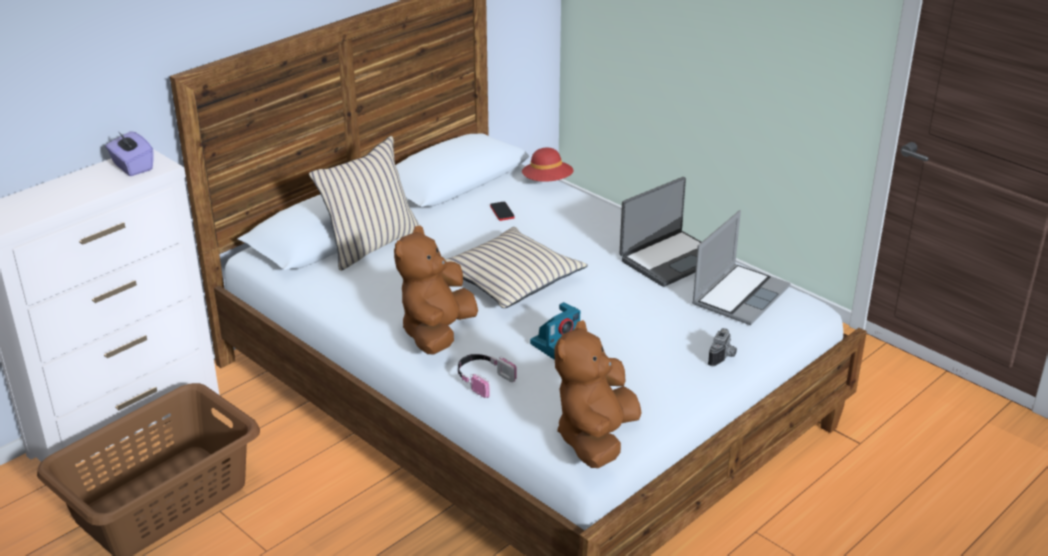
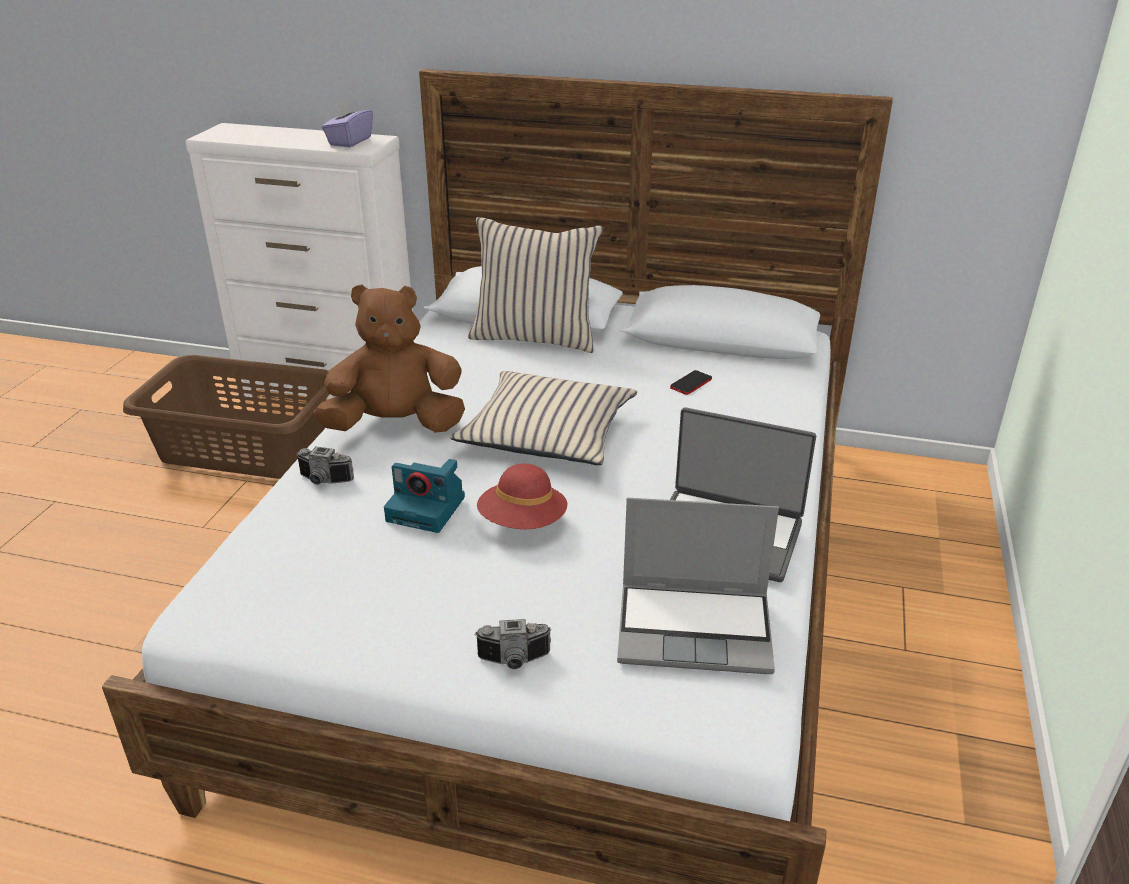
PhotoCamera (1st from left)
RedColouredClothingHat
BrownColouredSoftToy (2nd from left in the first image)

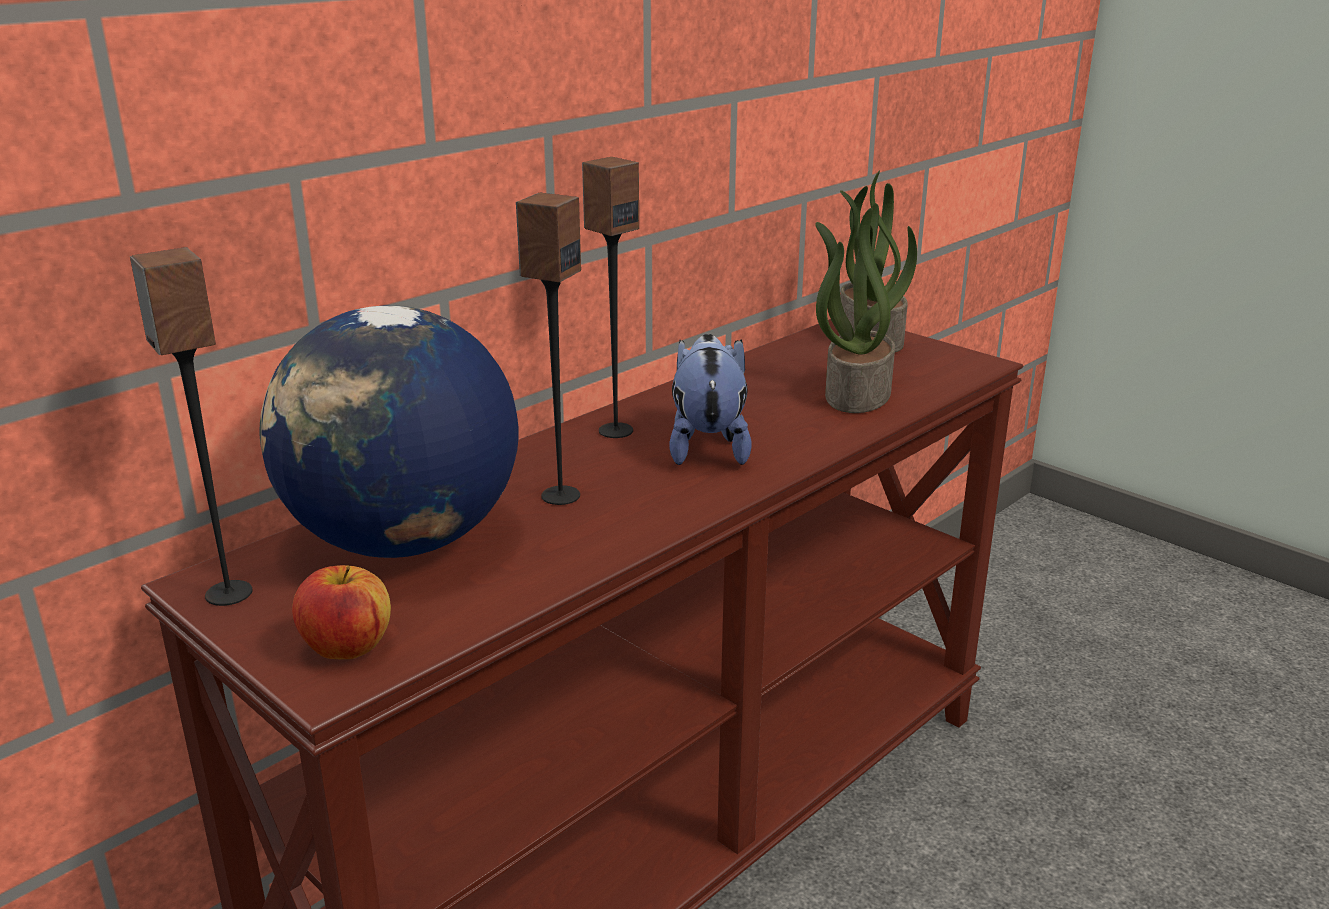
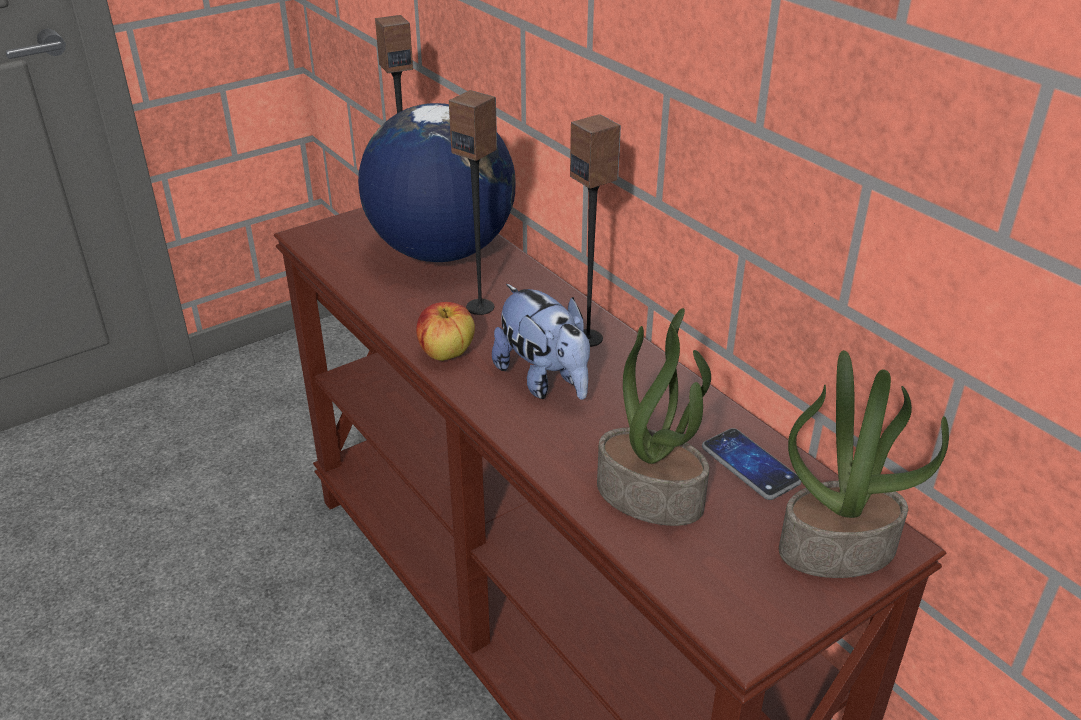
Apple
SoftToy
Handset

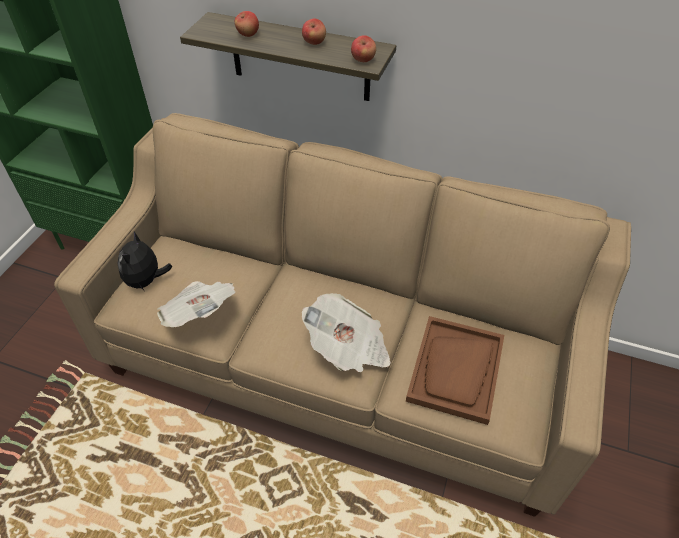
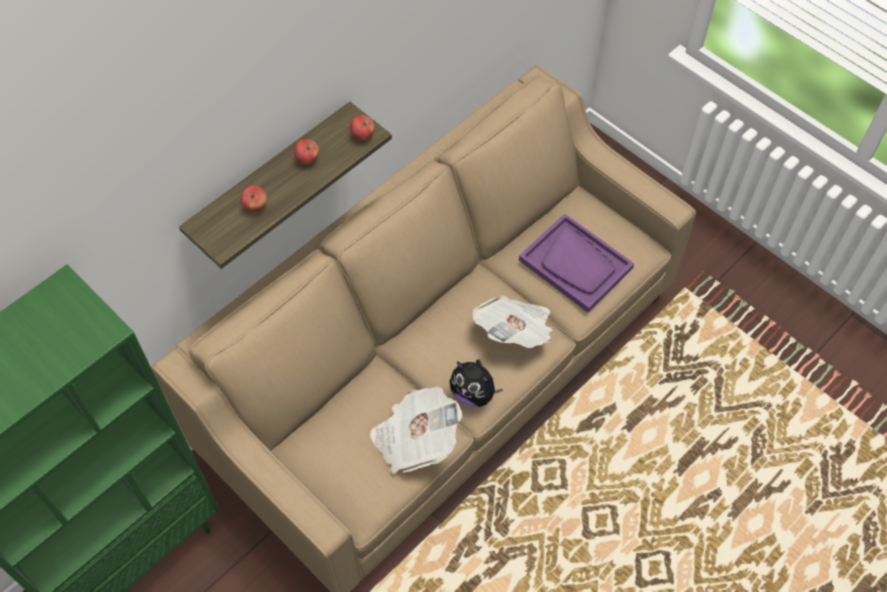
SoftToy
PurpleColouredServingTray

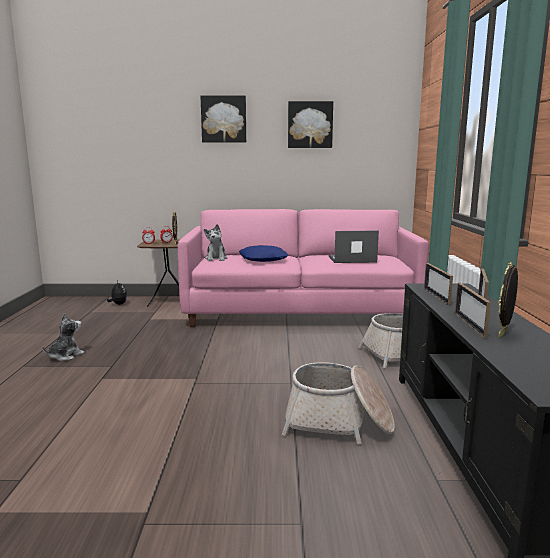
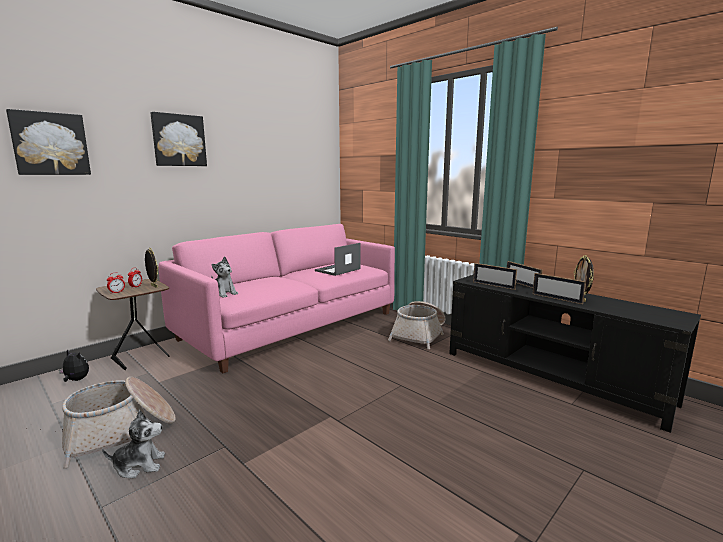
WallArt (1st from left)
StorageBasket (1st from left)
SoftToy (2nd from left)
BlueColouredThrowPillow

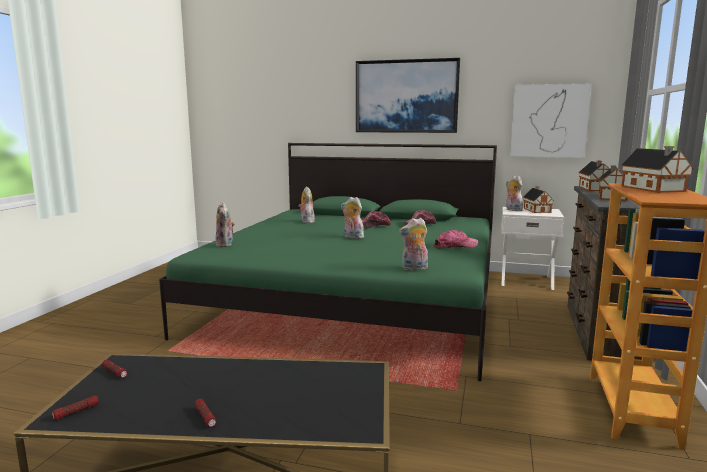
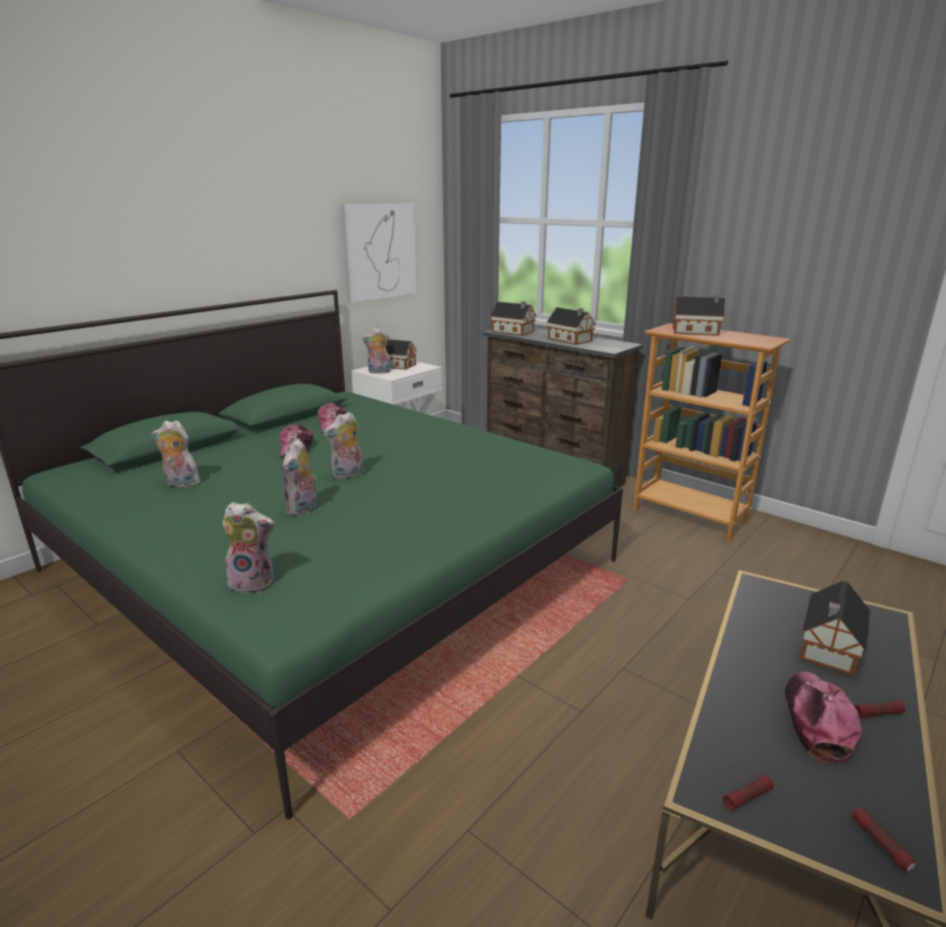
SoftToy (3rd from left)
Cap (3rd from left)
MiniatureHouse (5th from left)
WallArt (1st from left in the first image)

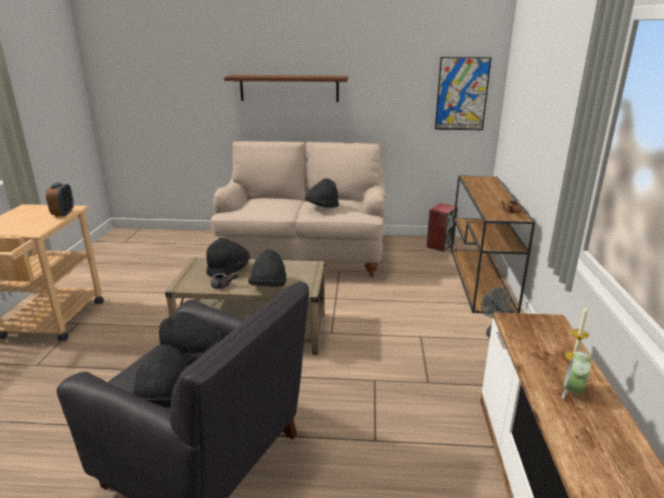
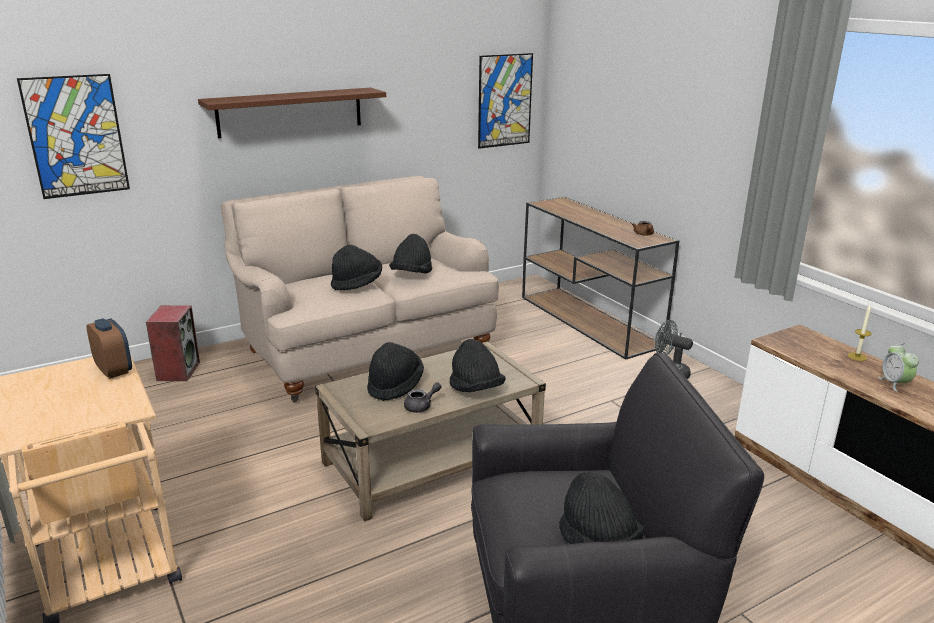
WallArt (1st from left)
Speaker
BlackColouredClothingHat (1st from left)

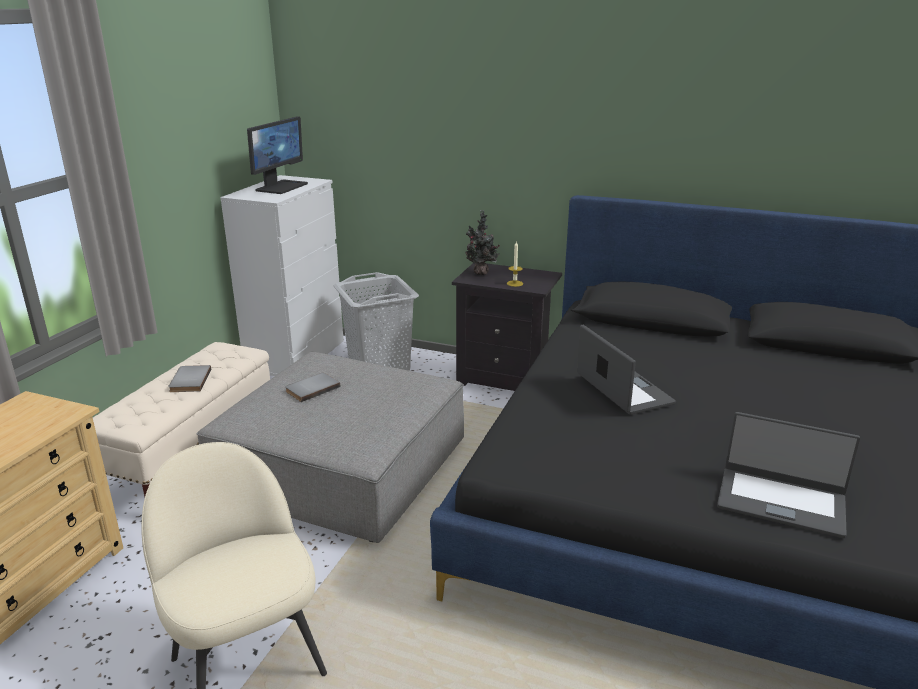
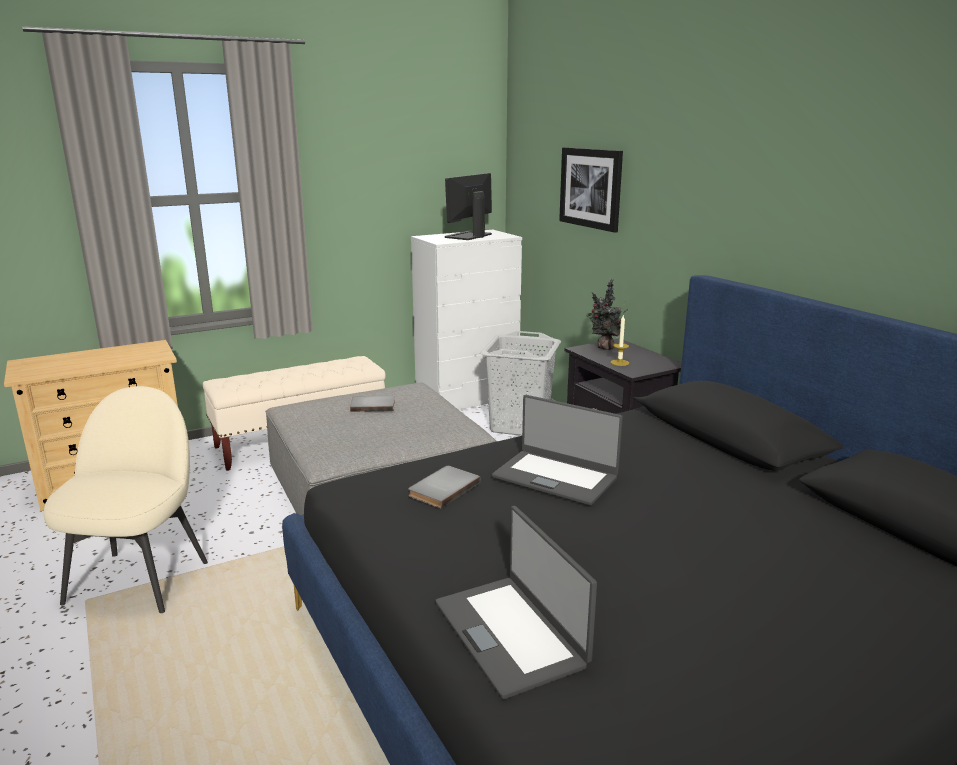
GreyishVolume (2nd from left)
ComputerScreen
NotebookComputer (2nd from left)
WallArt

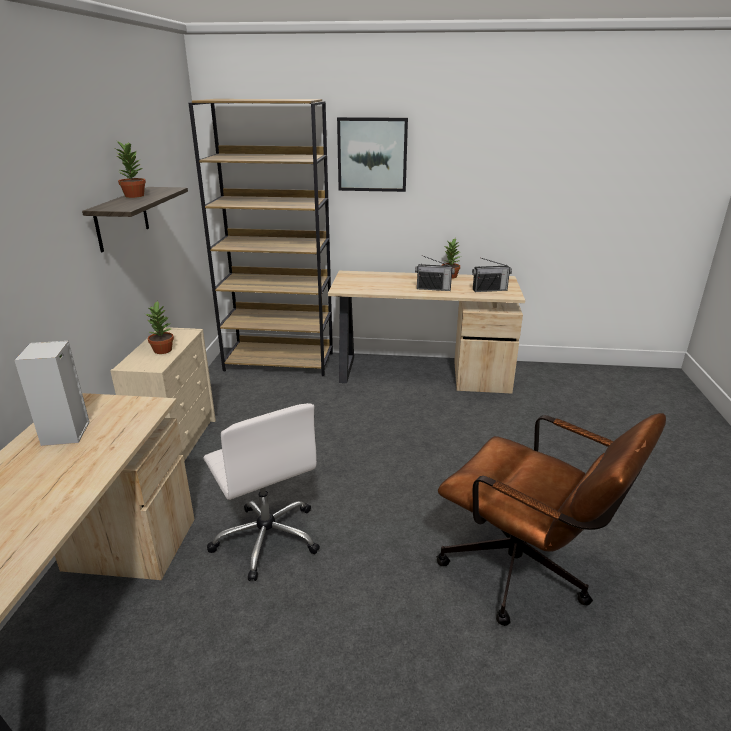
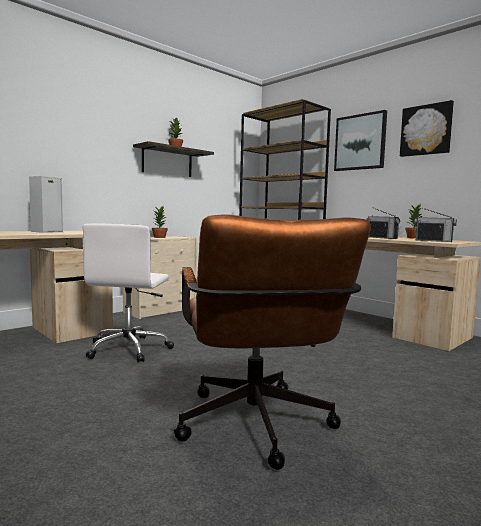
WallArt (2nd from left)

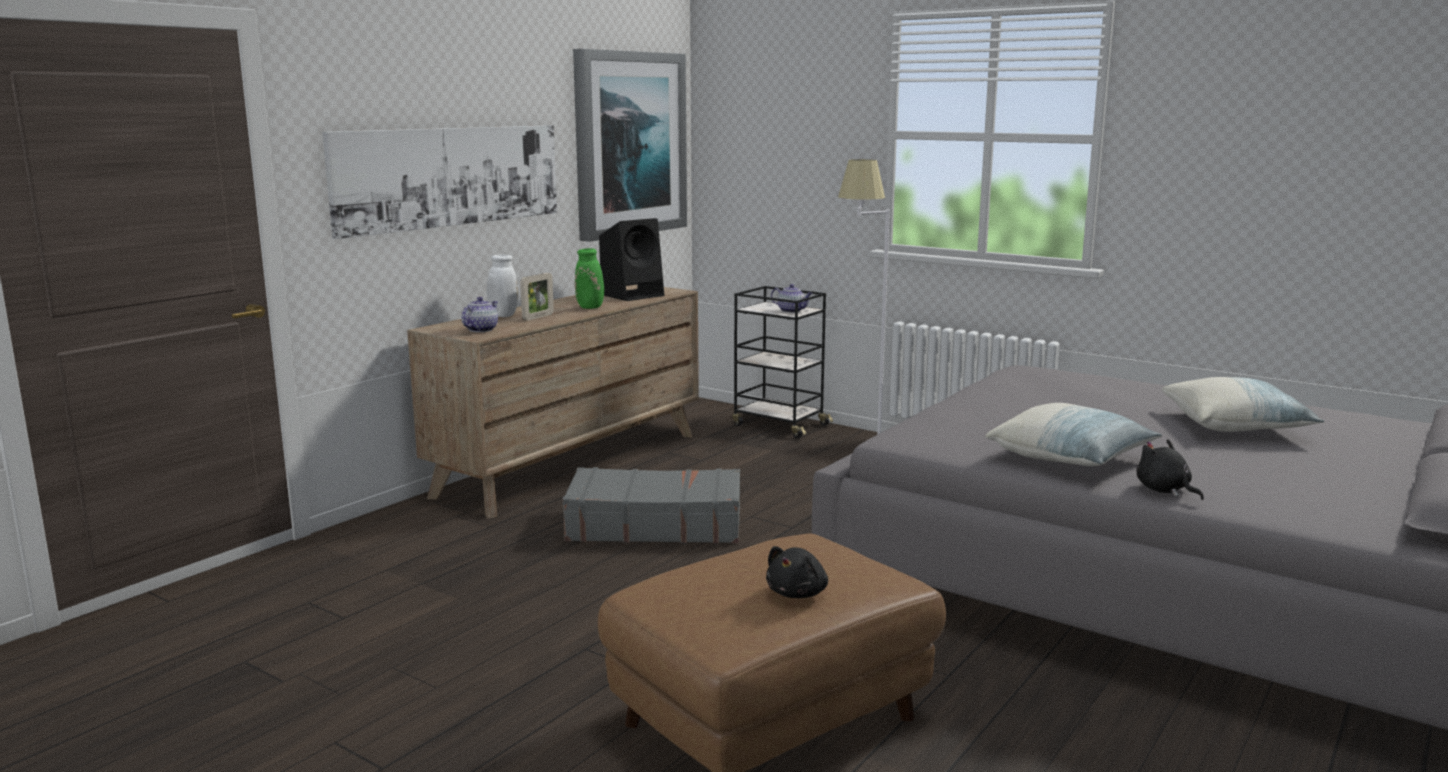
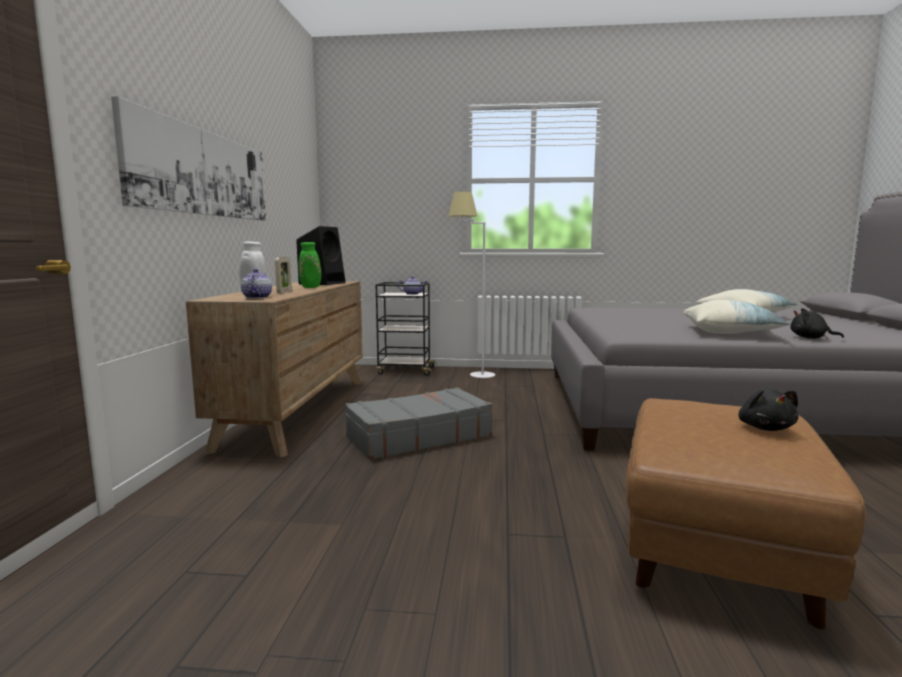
WallArt (2nd from left in the first image)

